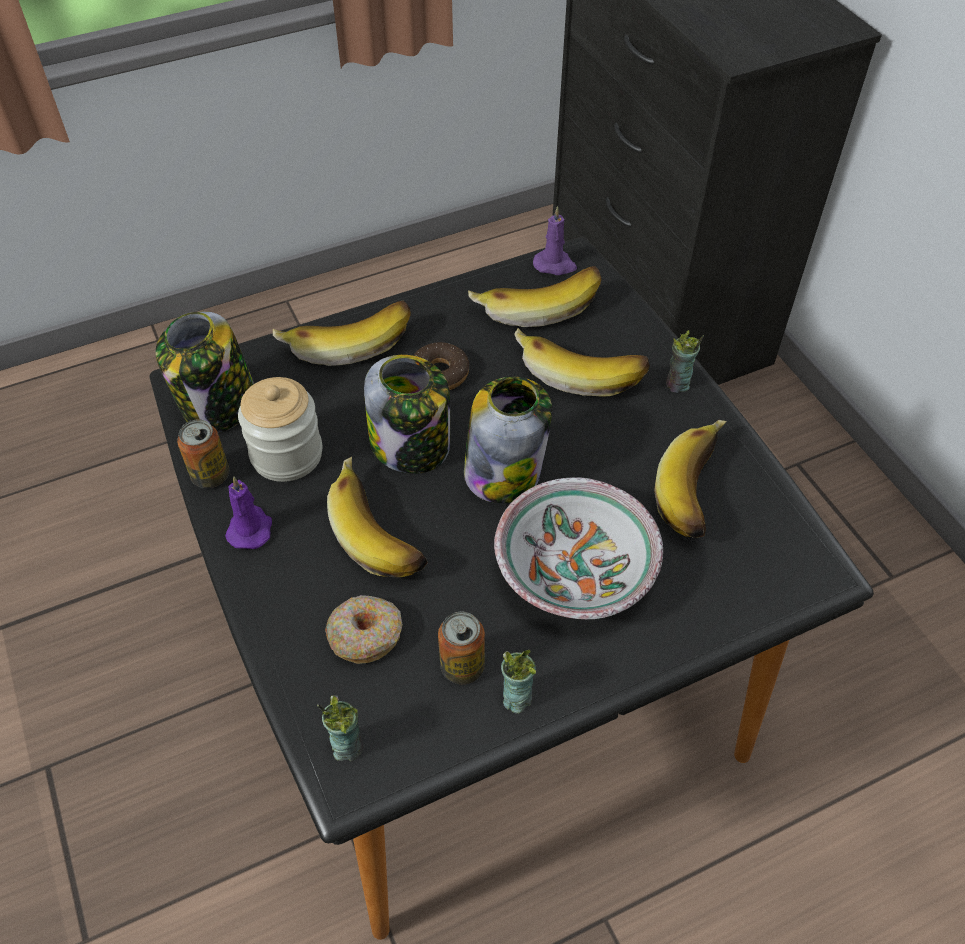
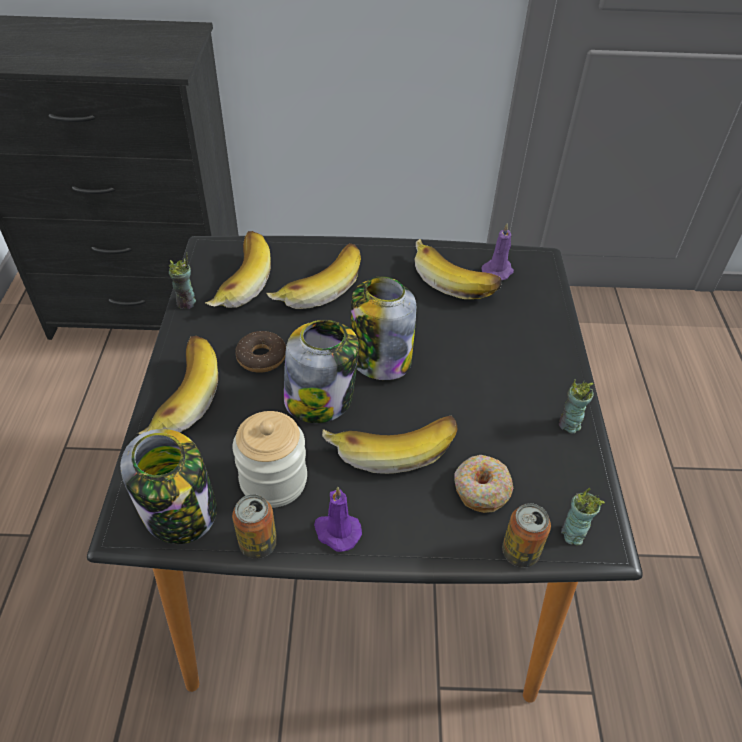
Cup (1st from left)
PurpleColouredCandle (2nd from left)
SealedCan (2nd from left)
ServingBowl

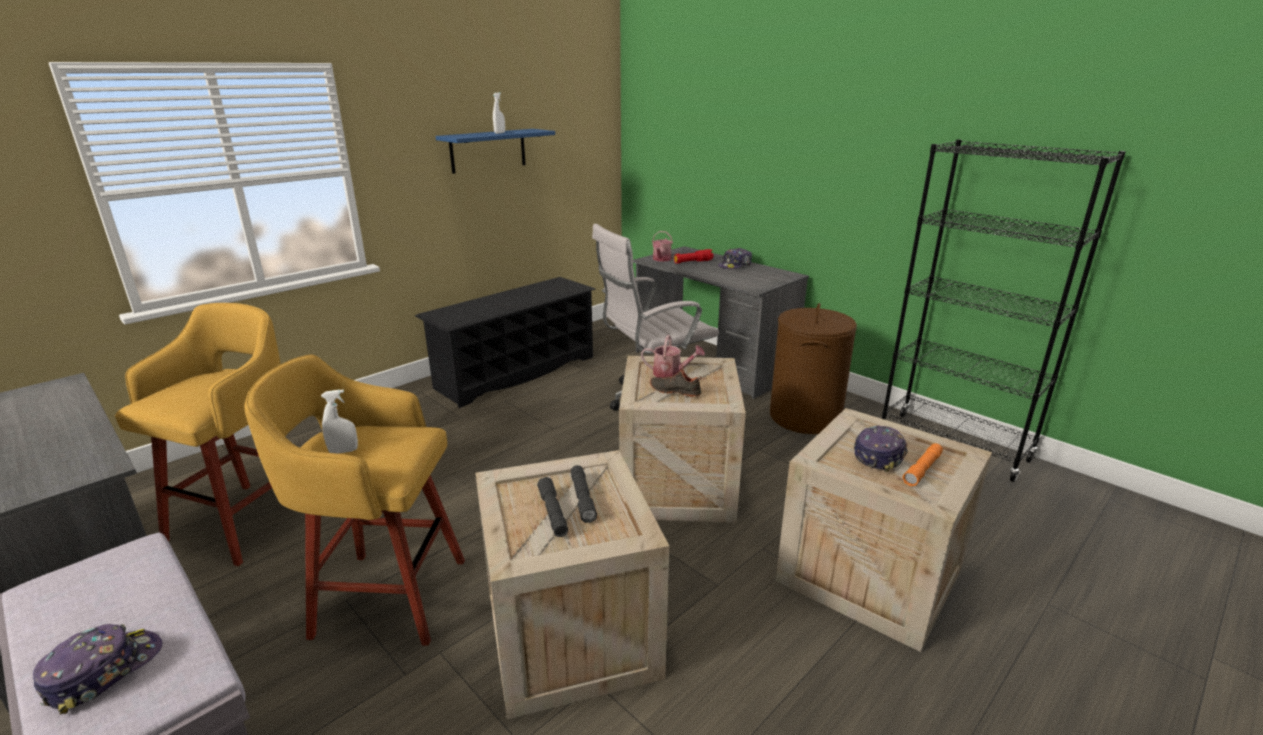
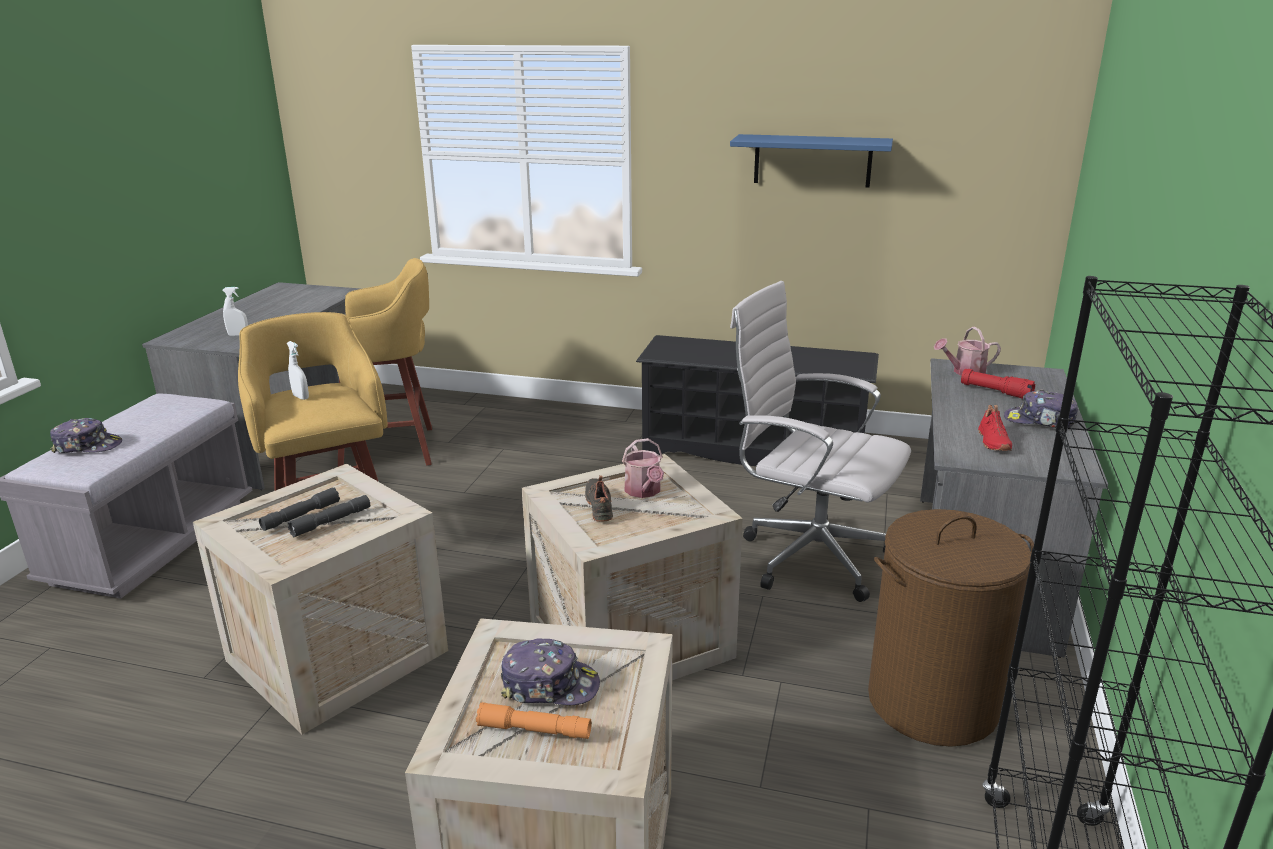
WhitishSprayer (1st from left)
RedColouredItemOfFootwear

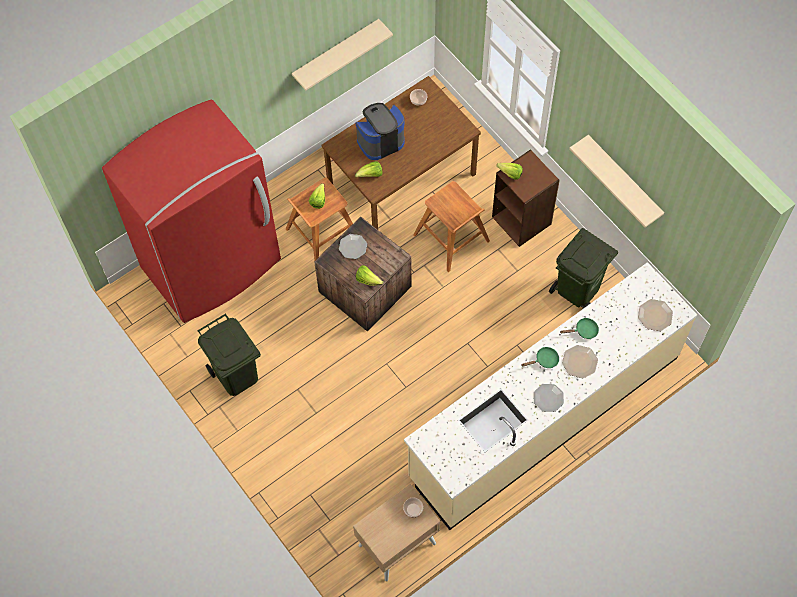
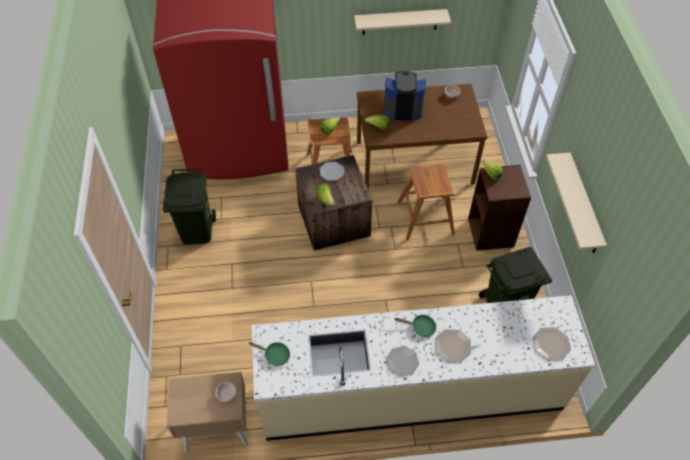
GreenishFryingPan (1st from left)

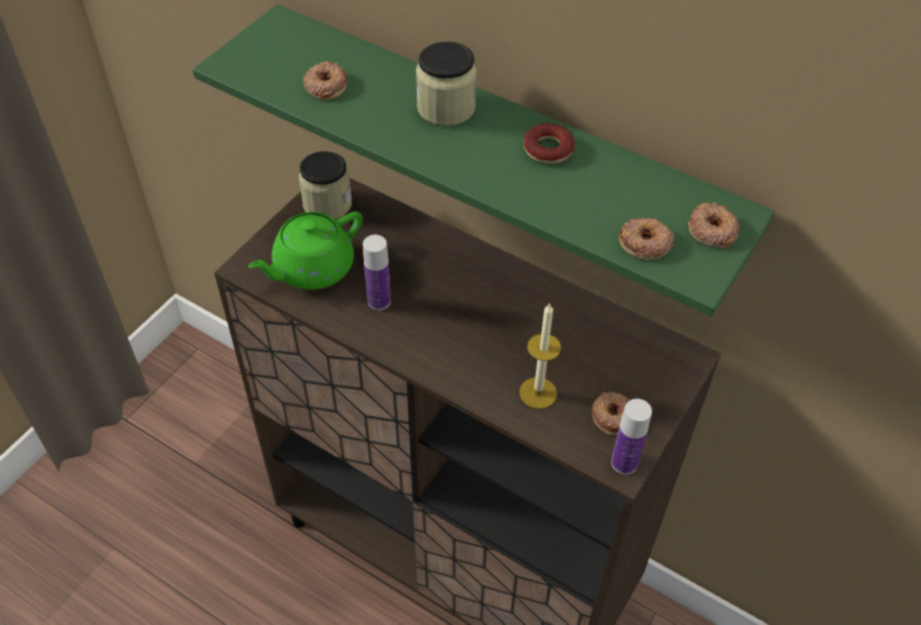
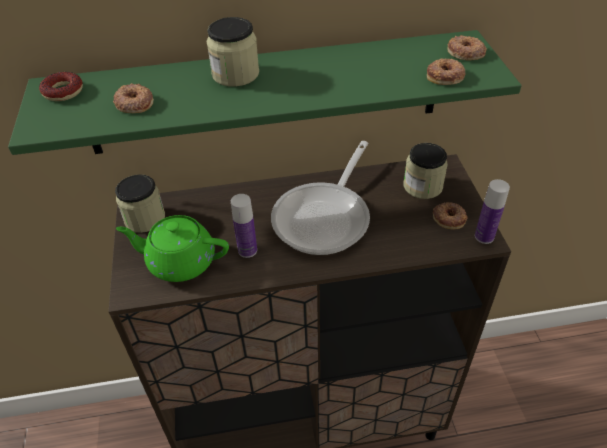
RingDoughnut (1st from left)
GreenishPotForTea
FryingPan
Jar (3rd from left)
Candle

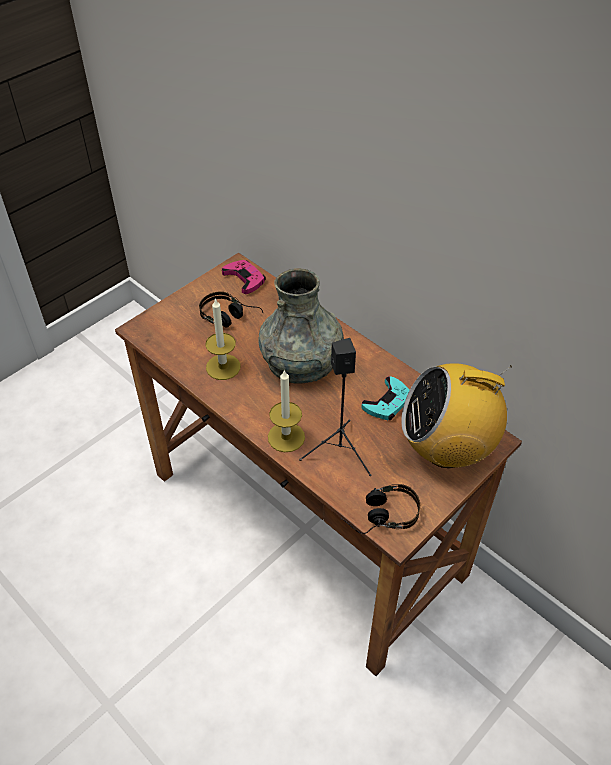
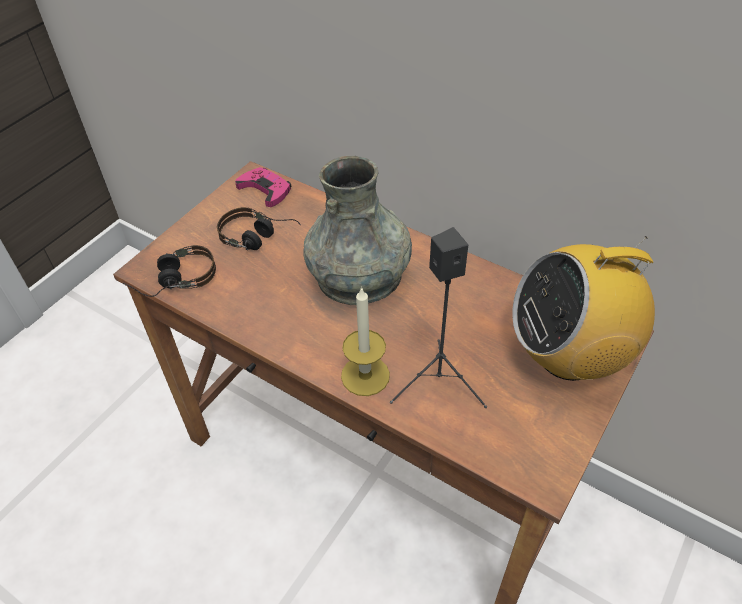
Headphones (1st from left)
Candle (1st from left in the first image)
BlueGreenJoypad

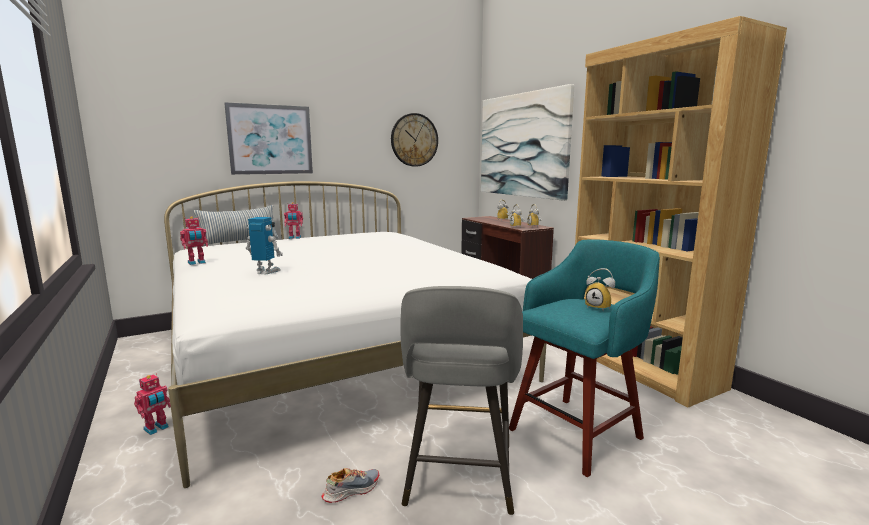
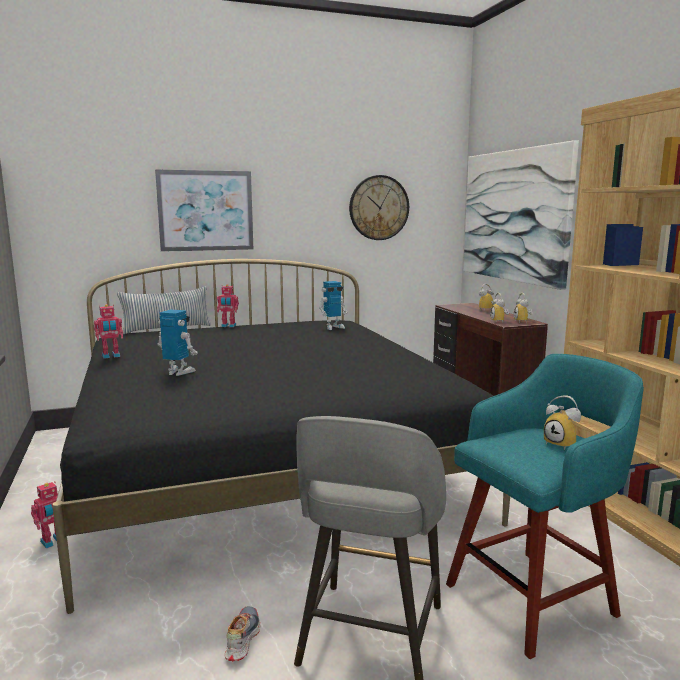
BlackColouredSleepingBed
ItemOfFootwear
ToyRobot (5th from left)

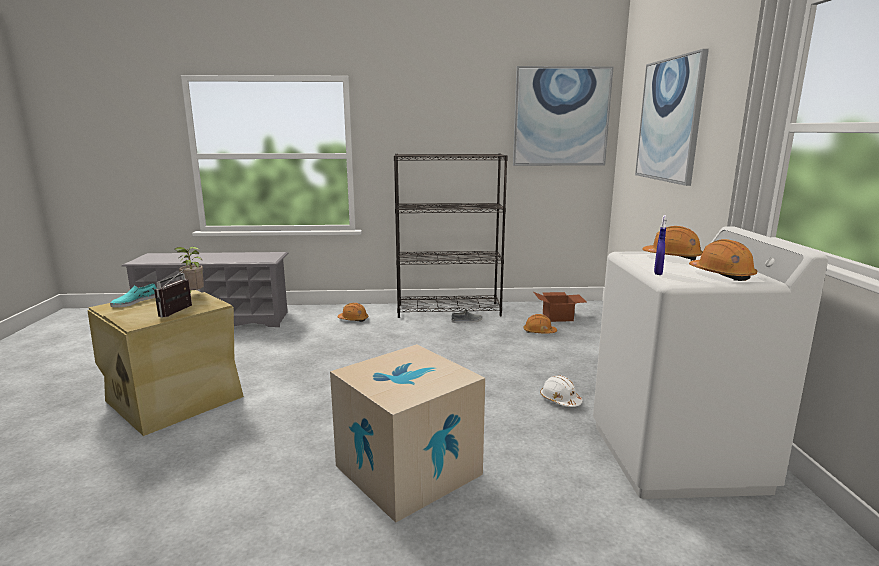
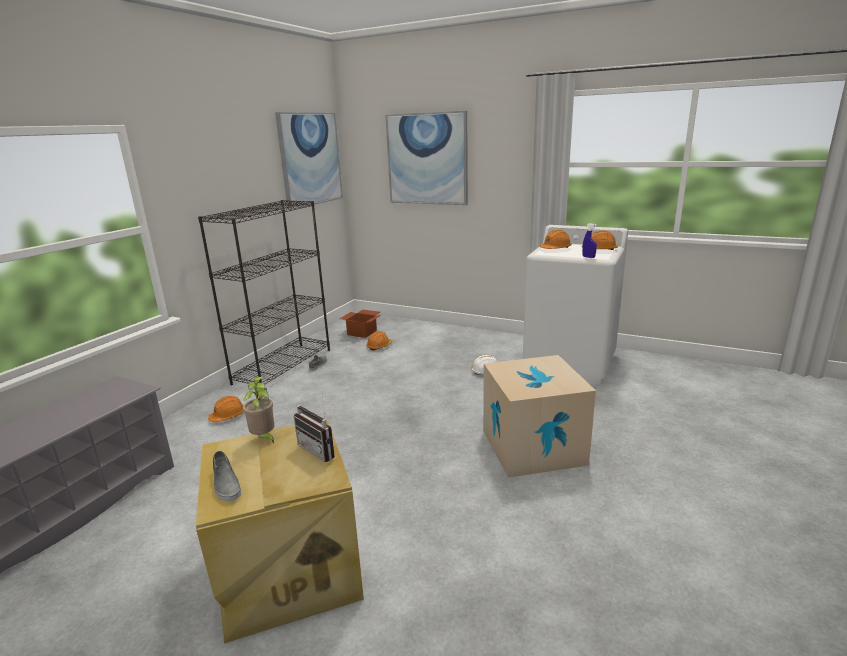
GreyishItemOfFootwear (1st from left)

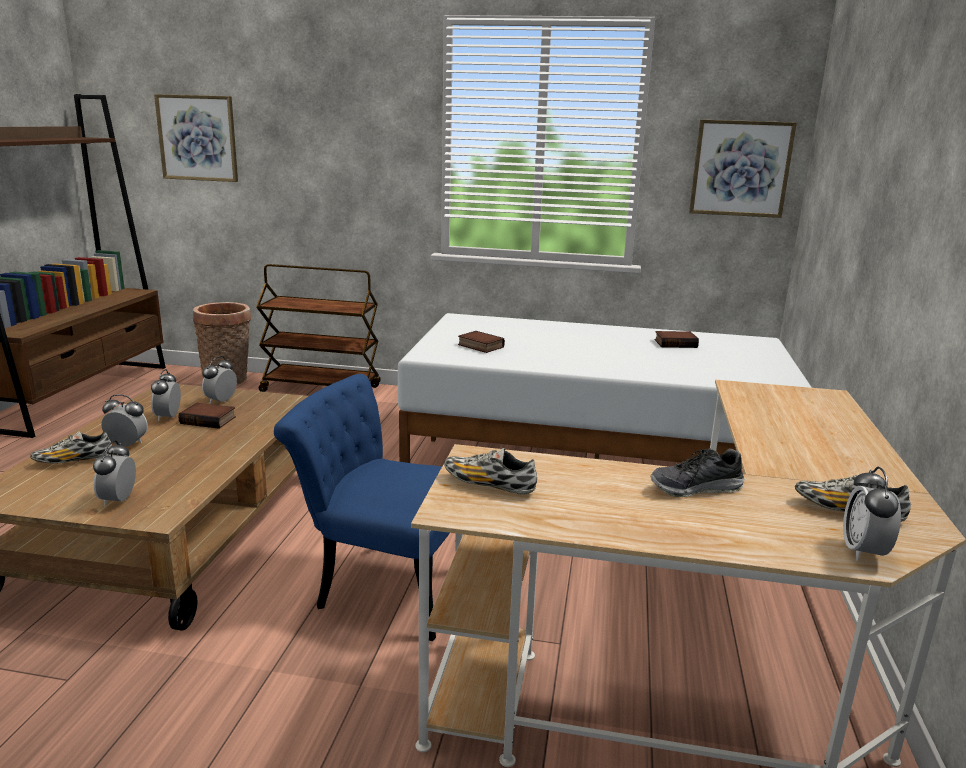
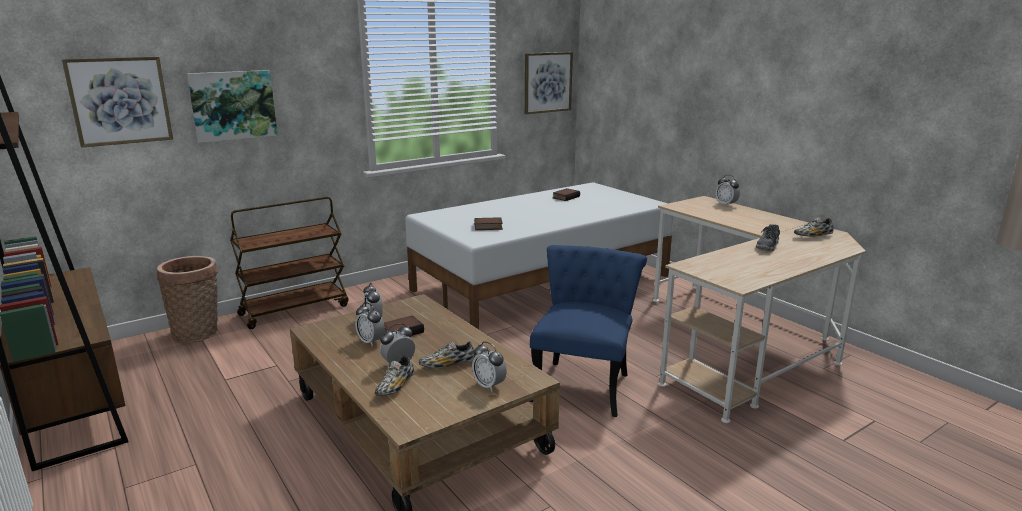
WallArt (2nd from left)
ItemOfFootwear (2nd from left)
BlueColouredPlainChair
BedsideClock (5th from left)

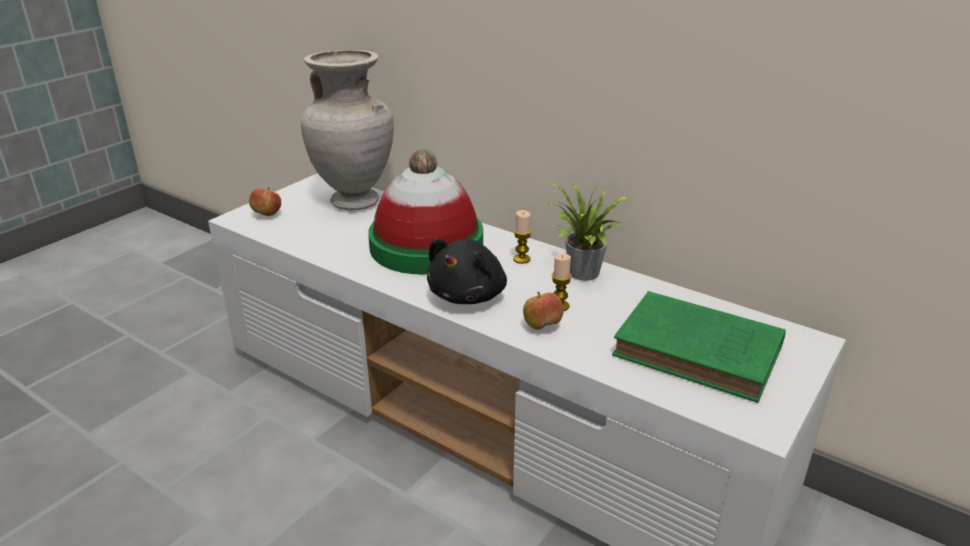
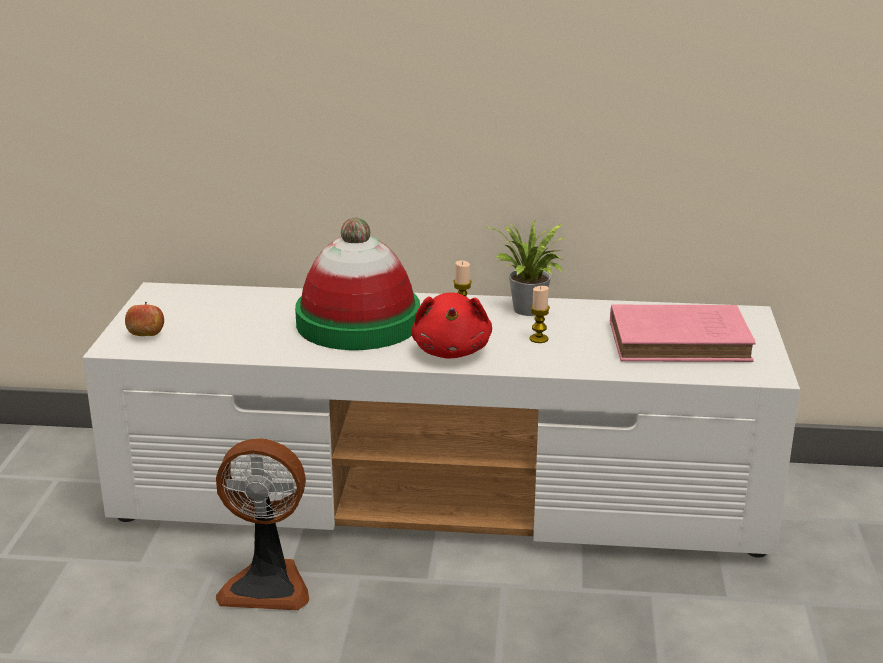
CoolingFan
RedColouredSoftToy
PinkishVolume
SandColouredFlowerVase
Apple (2nd from left in the first image)

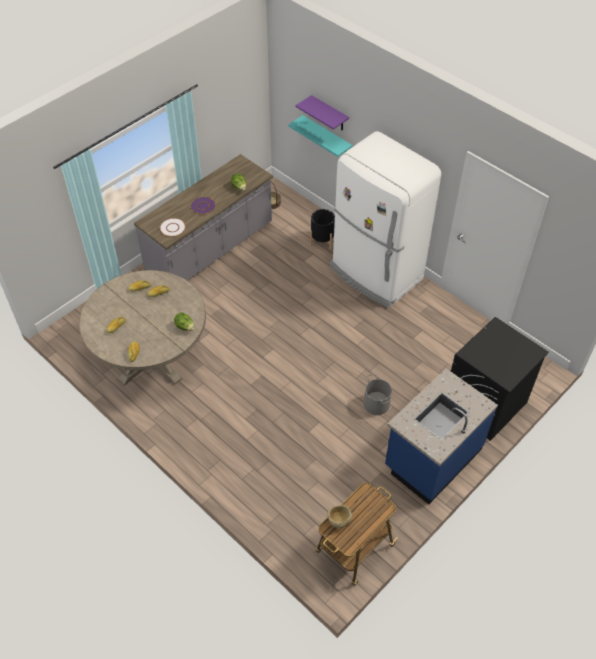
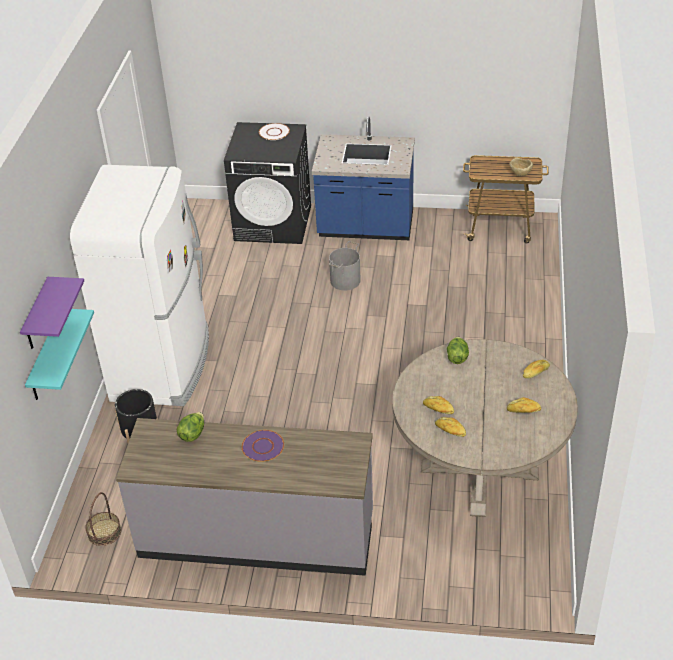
WhitishPlate

